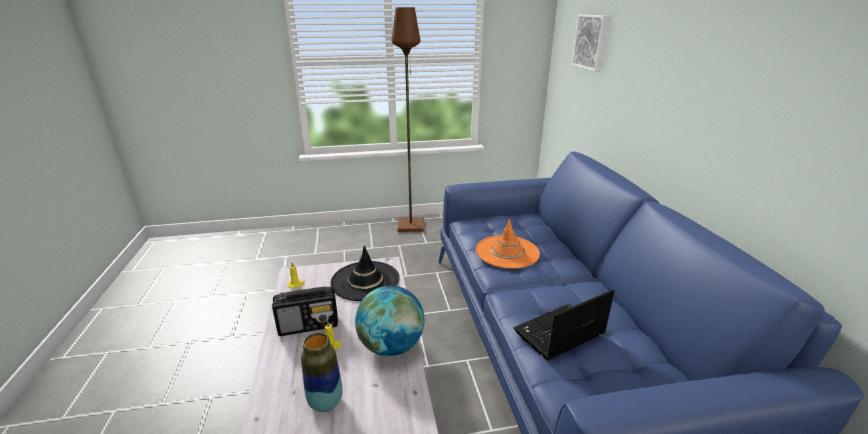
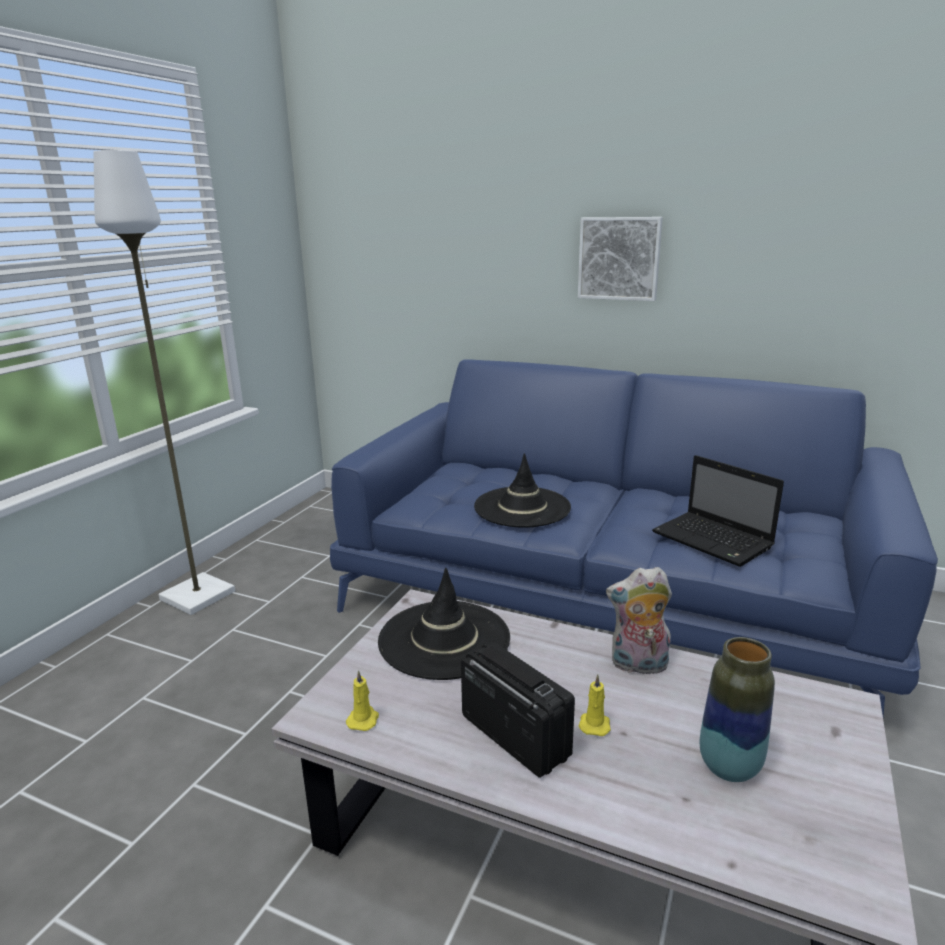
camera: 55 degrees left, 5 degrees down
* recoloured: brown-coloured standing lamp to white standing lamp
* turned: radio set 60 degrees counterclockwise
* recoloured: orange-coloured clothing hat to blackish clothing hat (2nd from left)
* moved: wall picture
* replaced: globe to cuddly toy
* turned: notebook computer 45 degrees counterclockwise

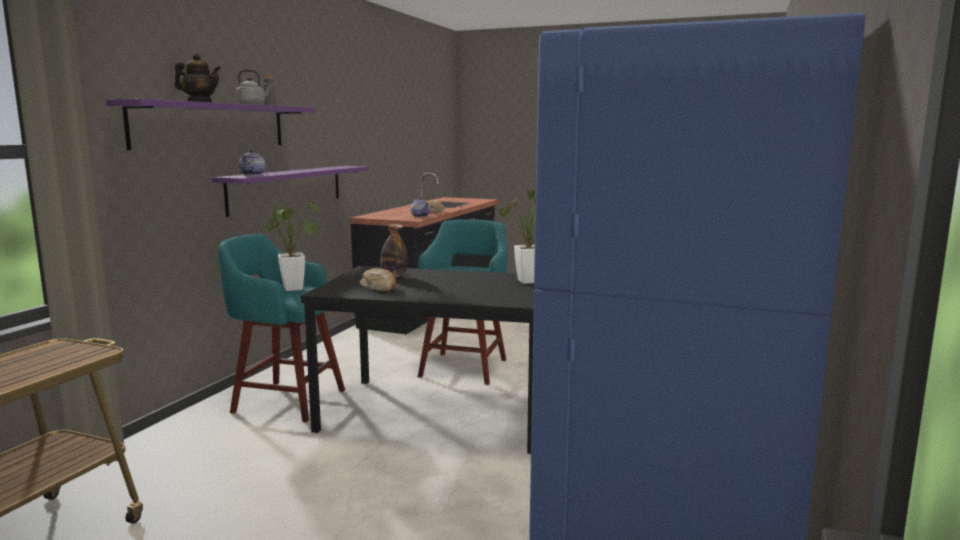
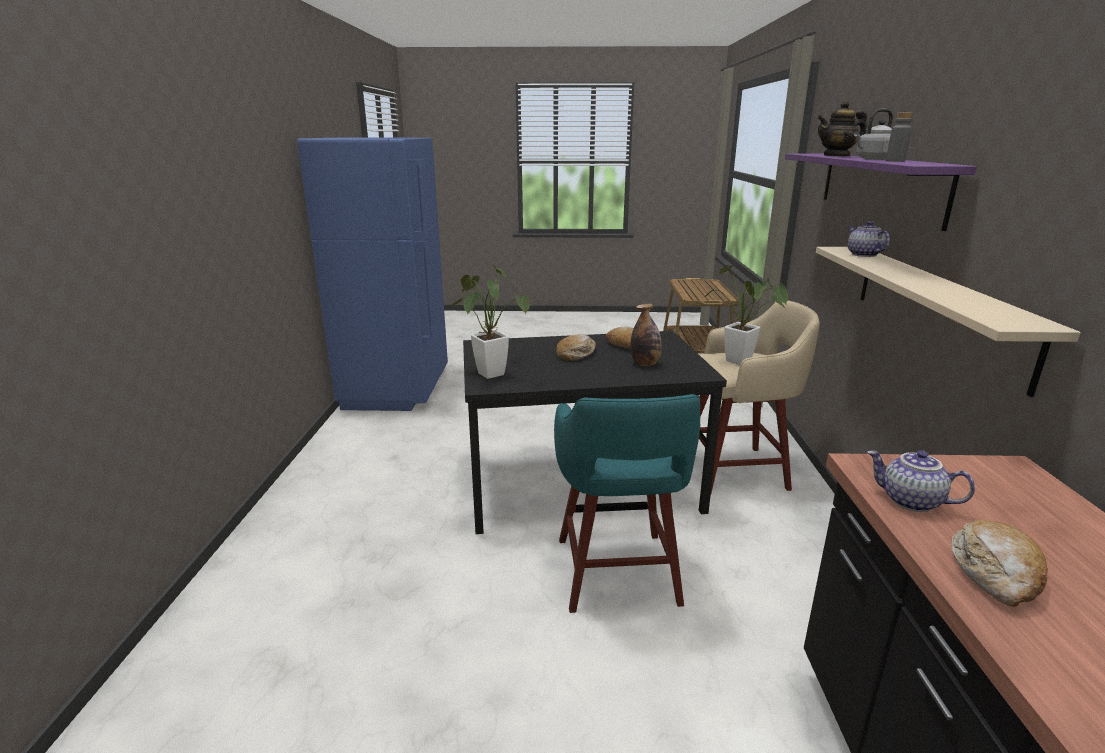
camera: 160 degrees right, 10 degrees up
* added: baked bread (1st from left)
* recoloured: turquoise stool (1st from left) to beige stool
* recoloured: purple-coloured bracket shelf (2nd from left) to beige bracket shelf

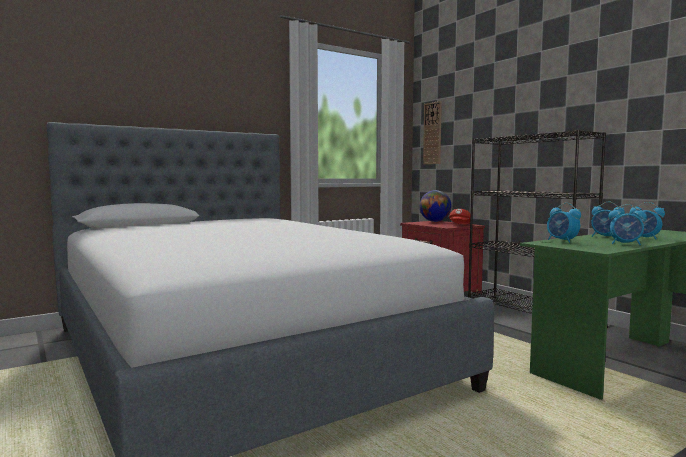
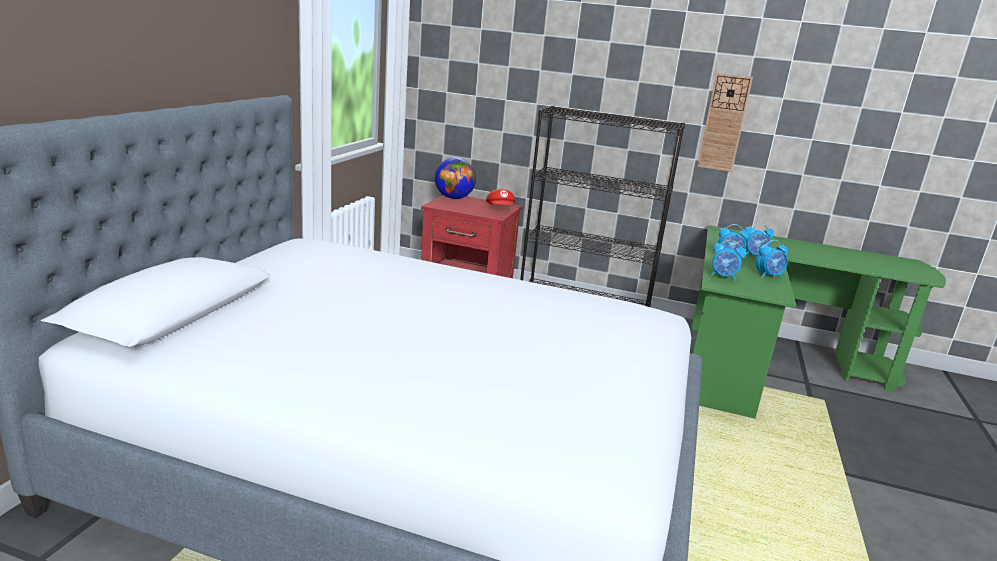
camera: 40 degrees left, 15 degrees up
* moved: hanging clock

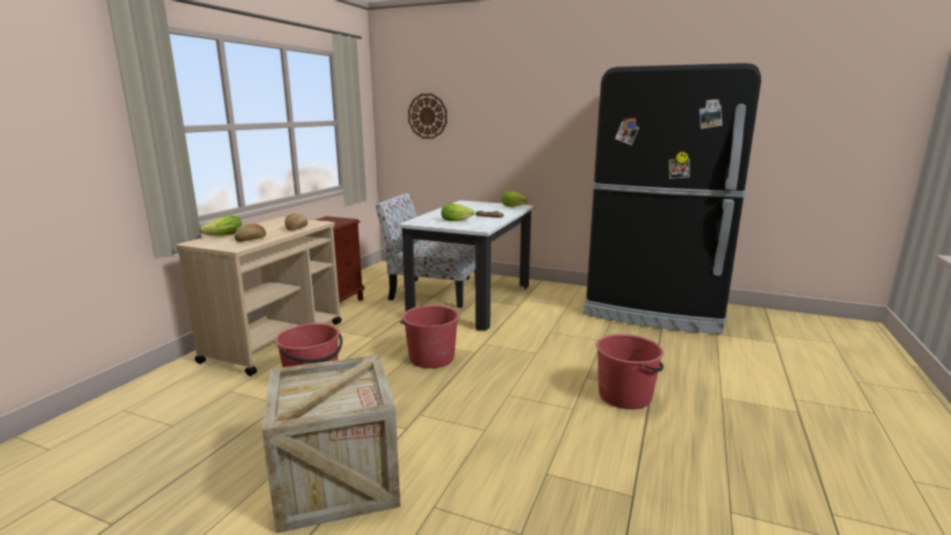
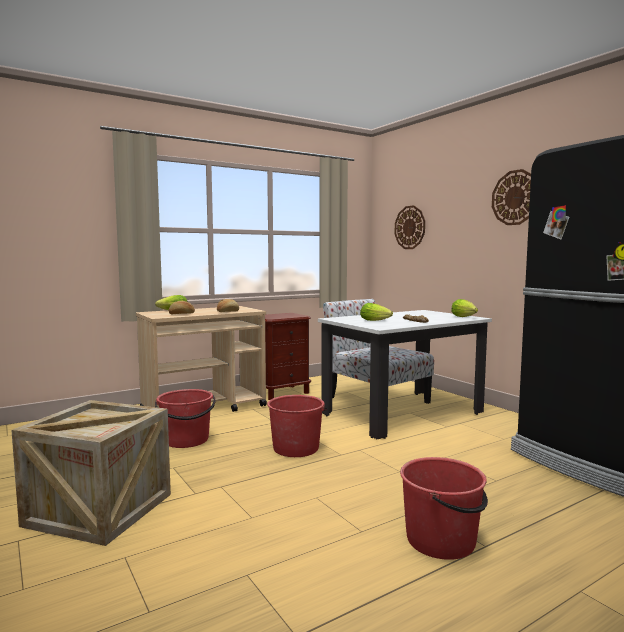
camera: 35 degrees right, 10 degrees down
* added: hanging clock (2nd from left)

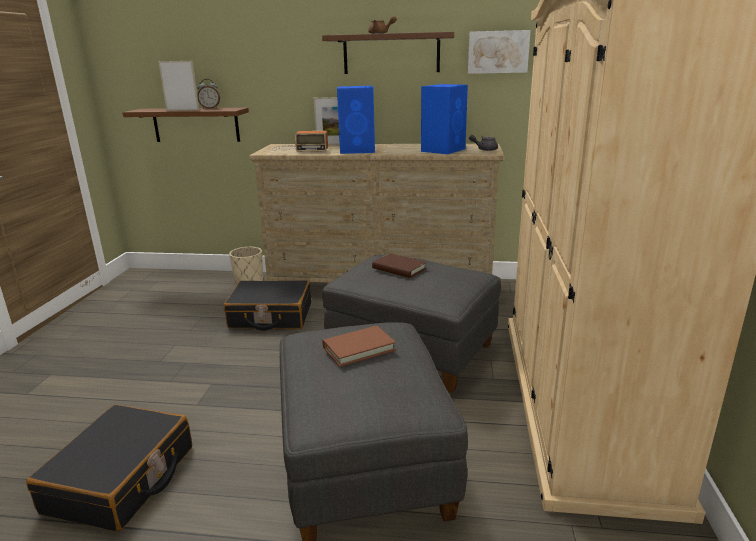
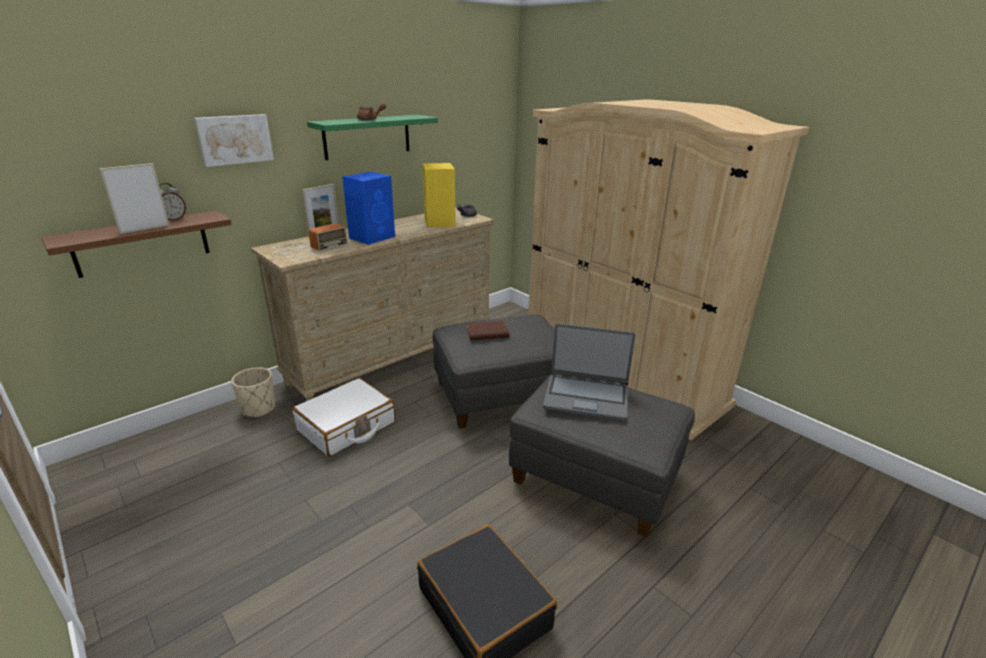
camera: 50 degrees left, 5 degrees up
* moved: wall picture
* recoloured: blackish piece of luggage (2nd from left) to white piece of luggage
* recoloured: brown-coloured bracket shelf (2nd from left) to green bracket shelf
* recoloured: blue-coloured speaker (2nd from left) to yellowish speaker
* replaced: brown-coloured volume (1st from left) to notebook computer

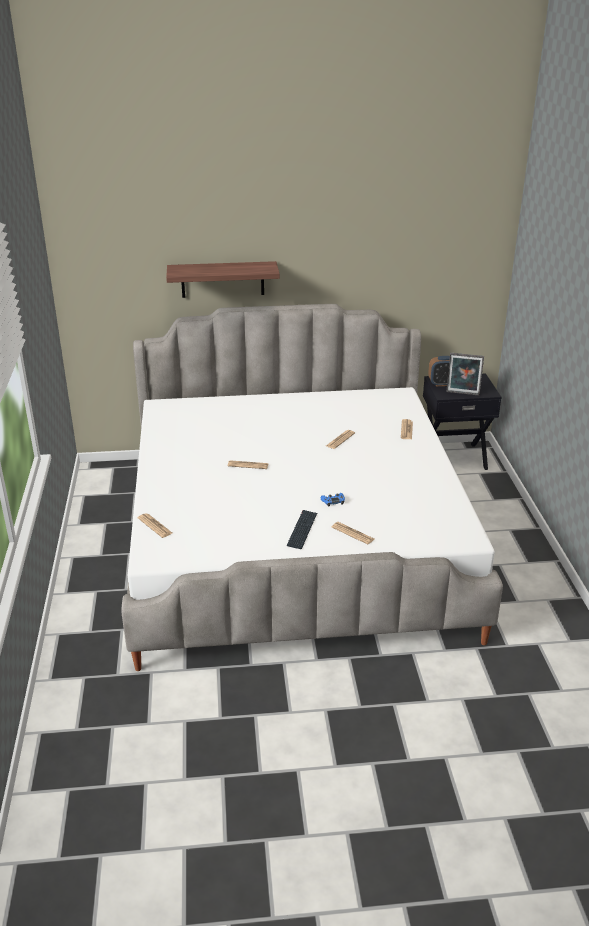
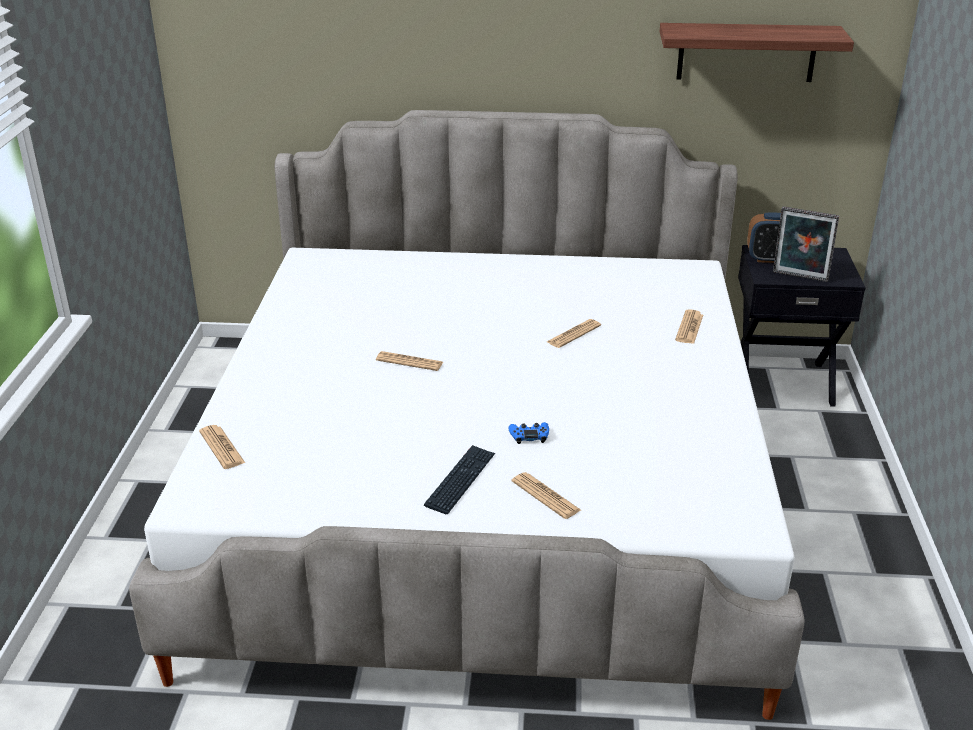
camera: 10 degrees right, 0 degrees up
* moved: bracket shelf

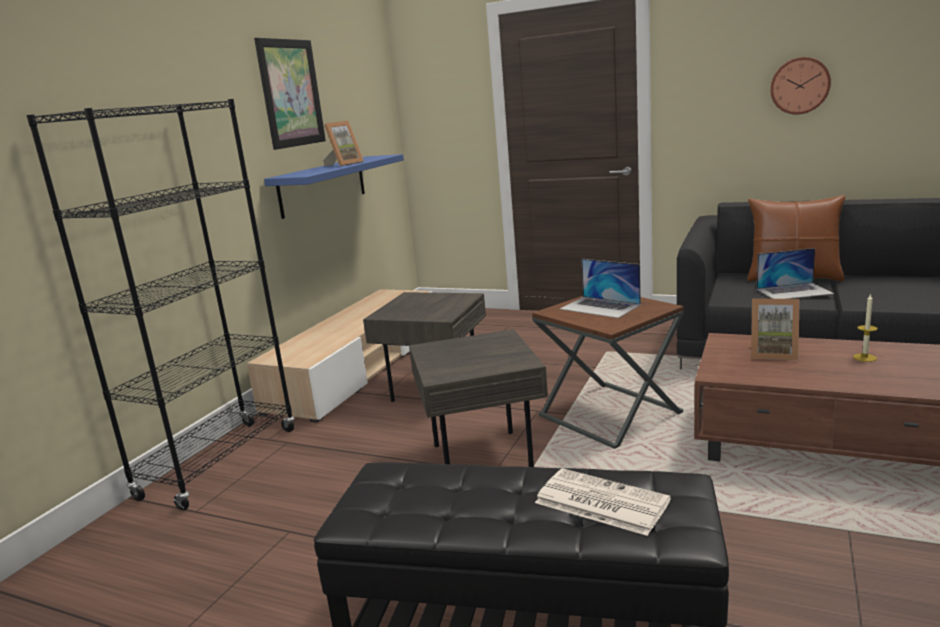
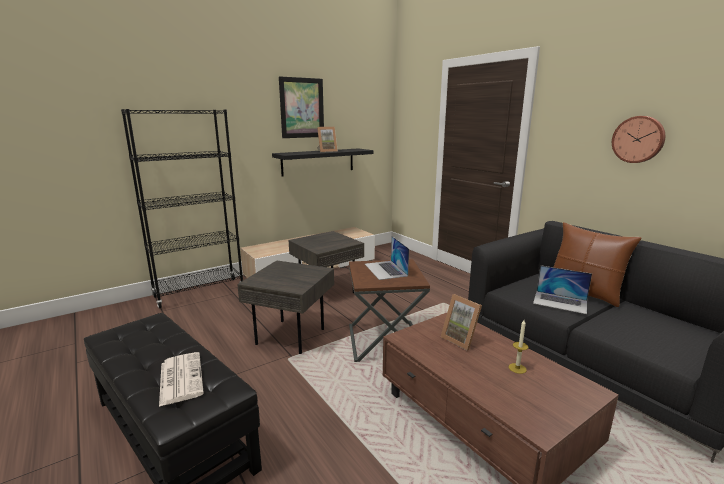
camera: 30 degrees right, 0 degrees up
* recoloured: blue-coloured bracket shelf to blackish bracket shelf

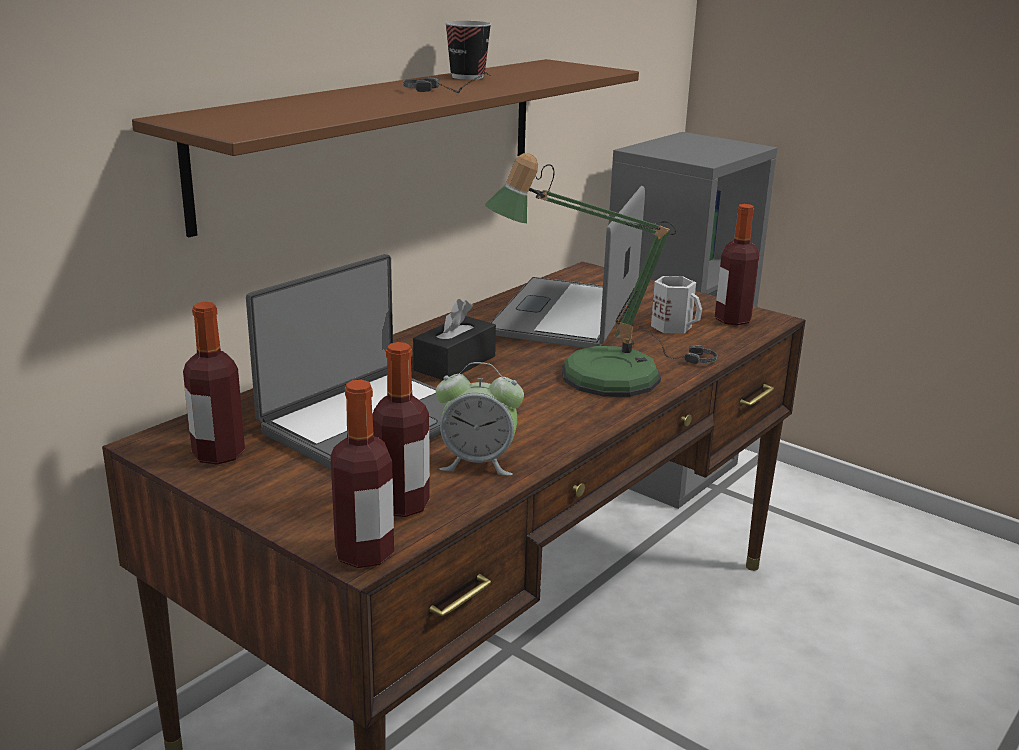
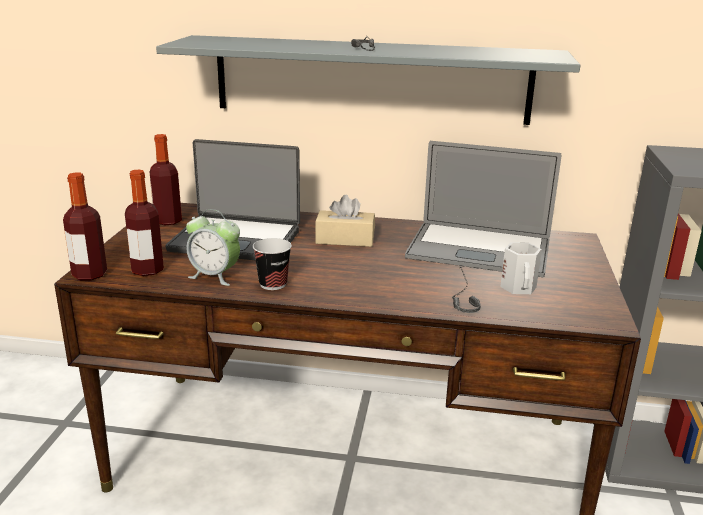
camera: 60 degrees right, 0 degrees up
* recoloured: brown-coloured bracket shelf to gray bracket shelf
* turned: bedside clock 45 degrees counterclockwise
* moved: cup
* recoloured: blackish box of tissues to beige box of tissues
* turned: notebook computer (2nd from left) 150 degrees counterclockwise
* removed: tabletop lamp
* removed: bottle (4th from left)

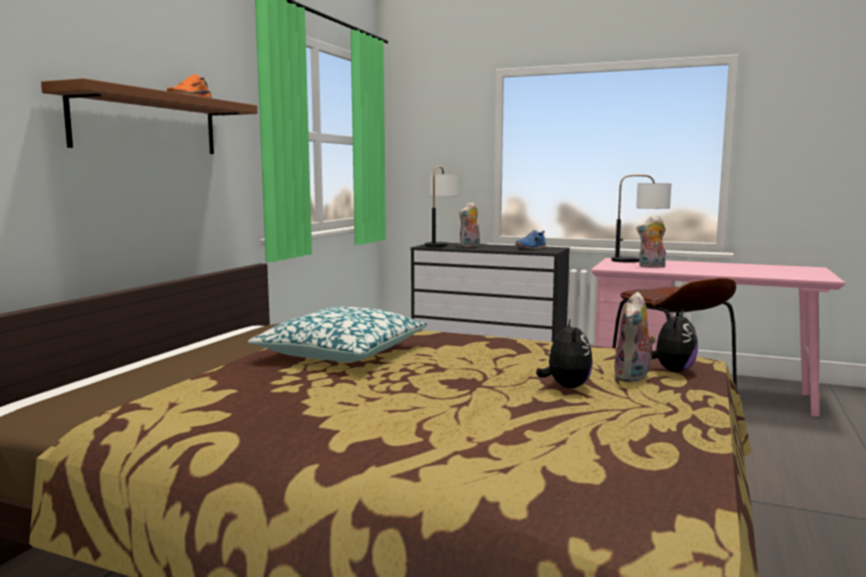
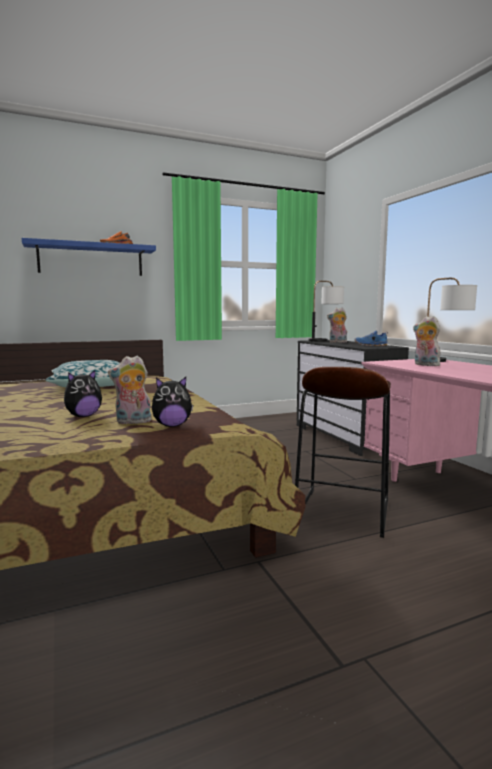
camera: 45 degrees right, 0 degrees up
* recoloured: brown-coloured bracket shelf to blue-coloured bracket shelf

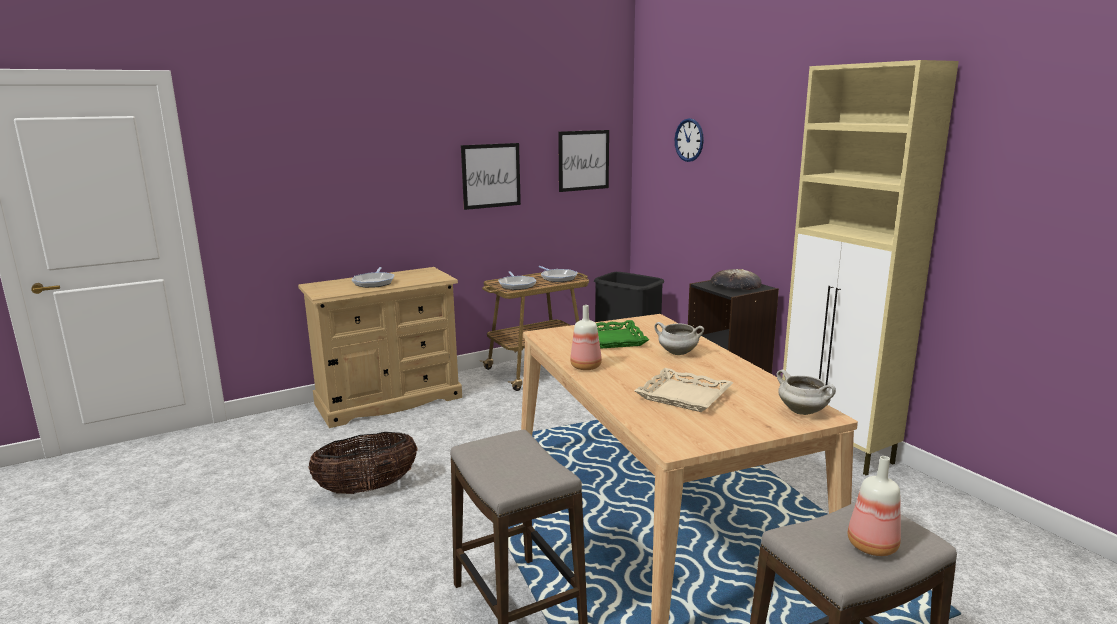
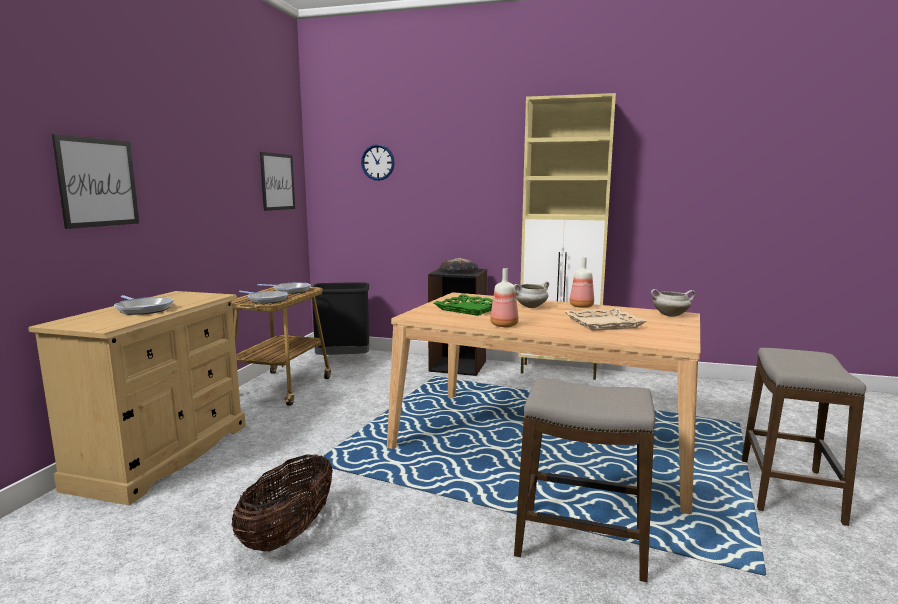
camera: 45 degrees left, 5 degrees down
* moved: wall picture (1st from left)
* moved: bottle (2nd from left)

